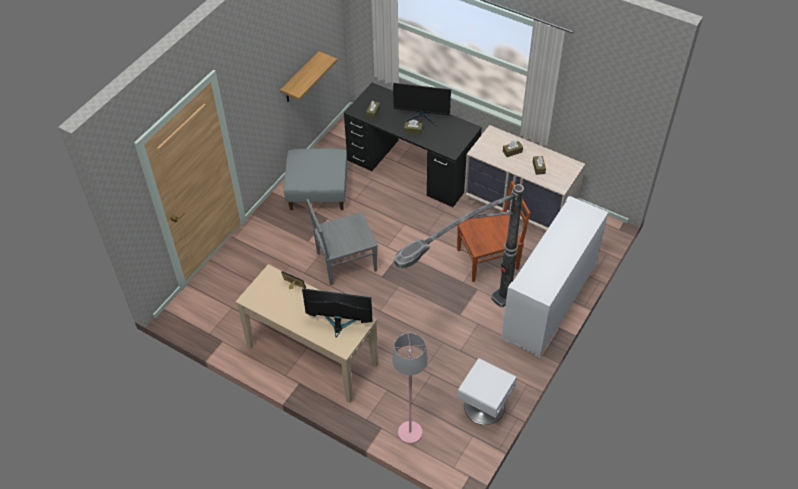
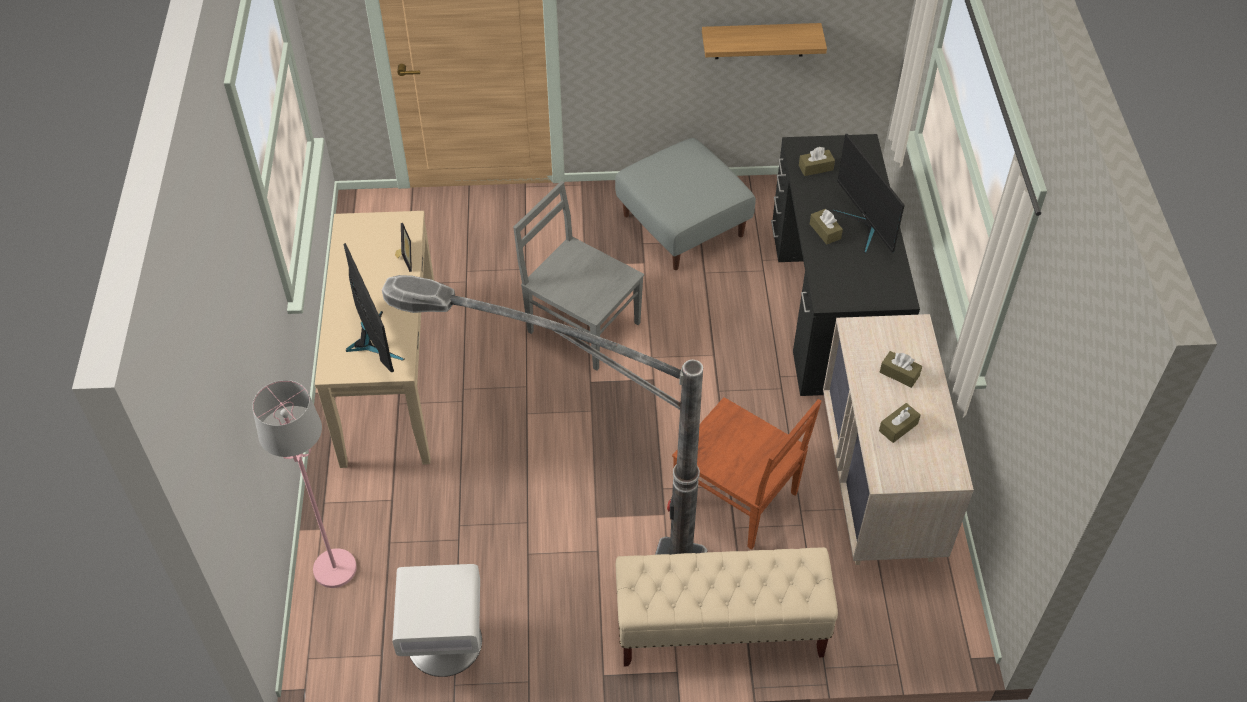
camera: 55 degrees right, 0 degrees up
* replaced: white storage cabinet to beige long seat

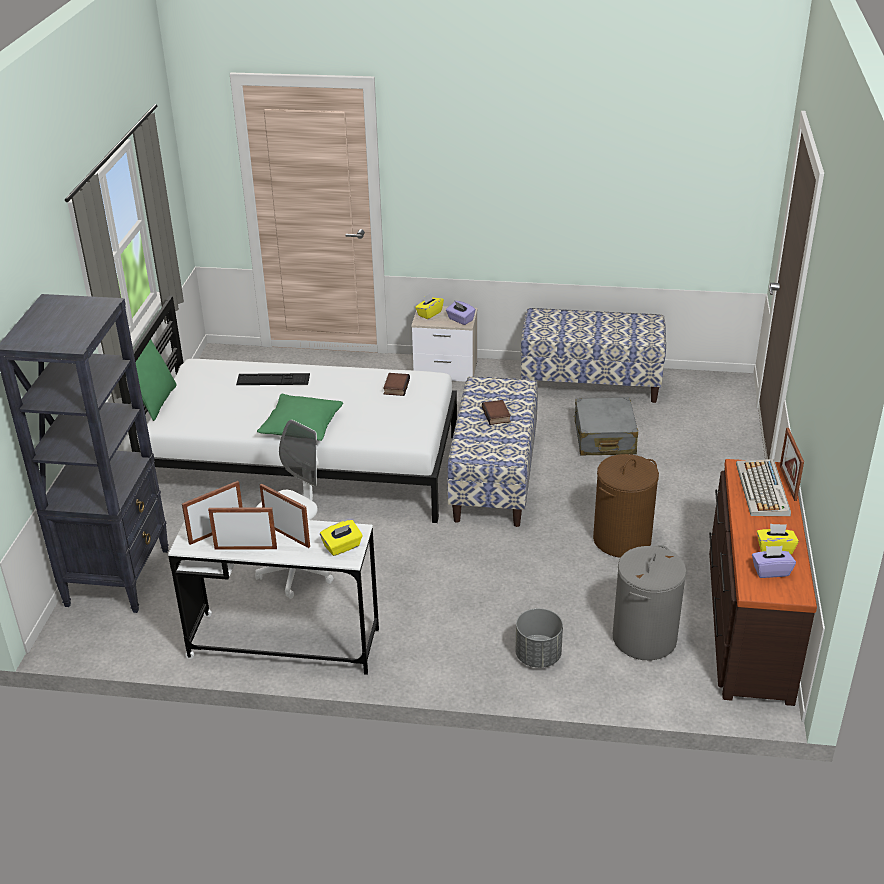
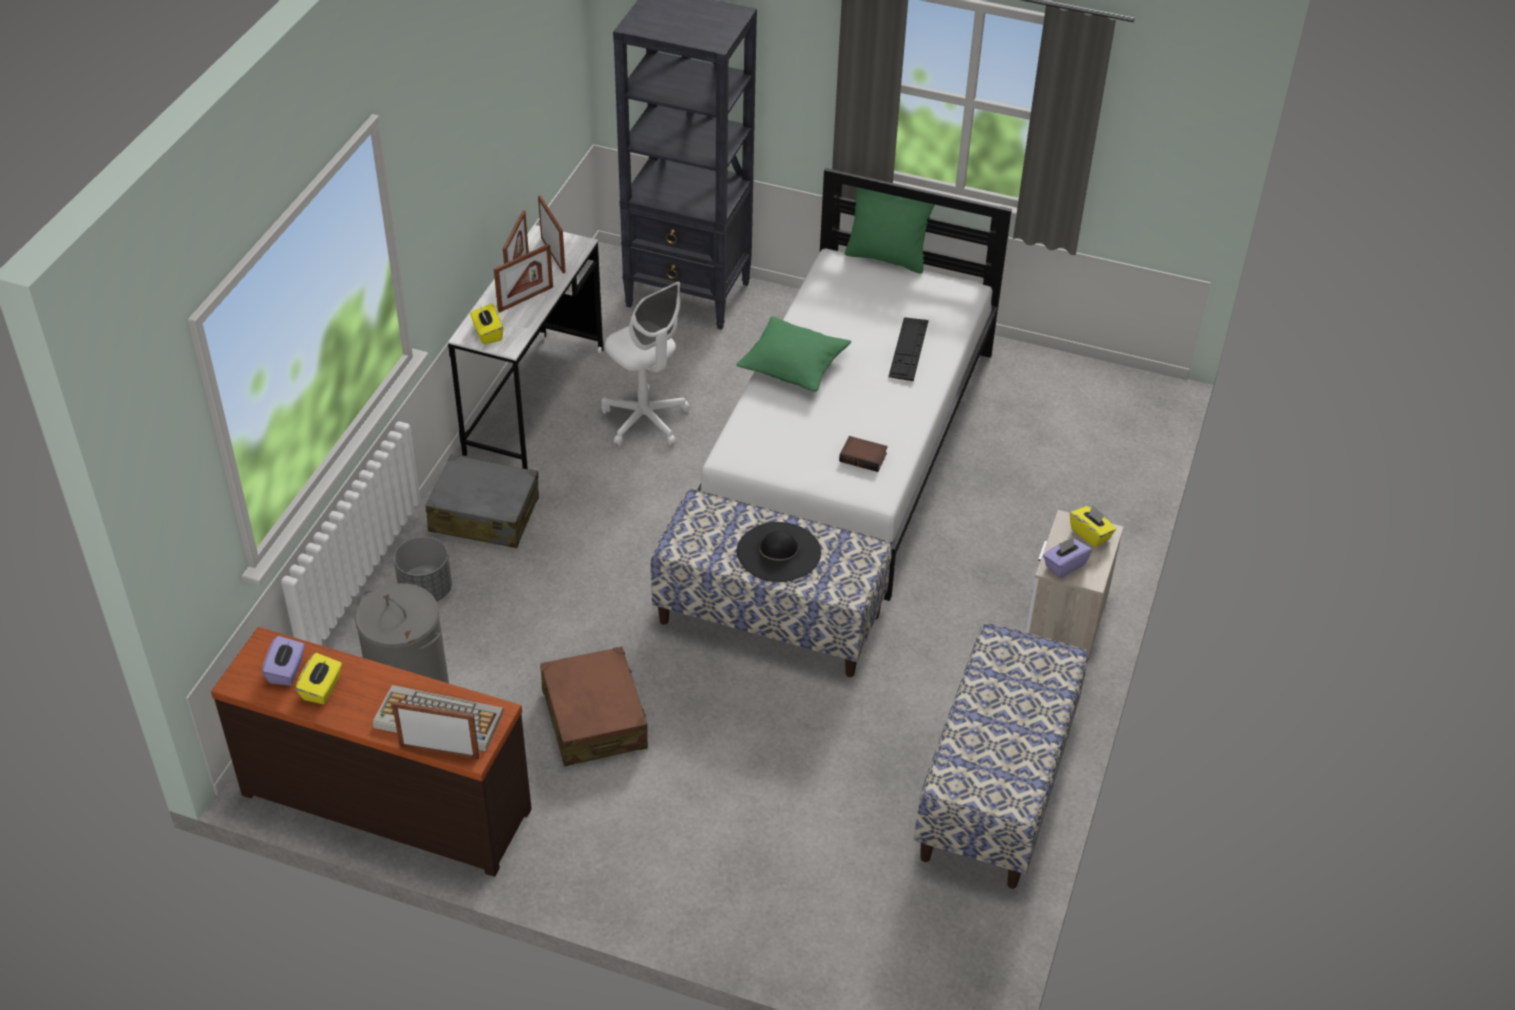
camera: 100 degrees right, 10 degrees up
* moved: gray piece of luggage
* replaced: brown-coloured hamper to brown-coloured piece of luggage
* replaced: volume (2nd from left) to blackish clothing hat

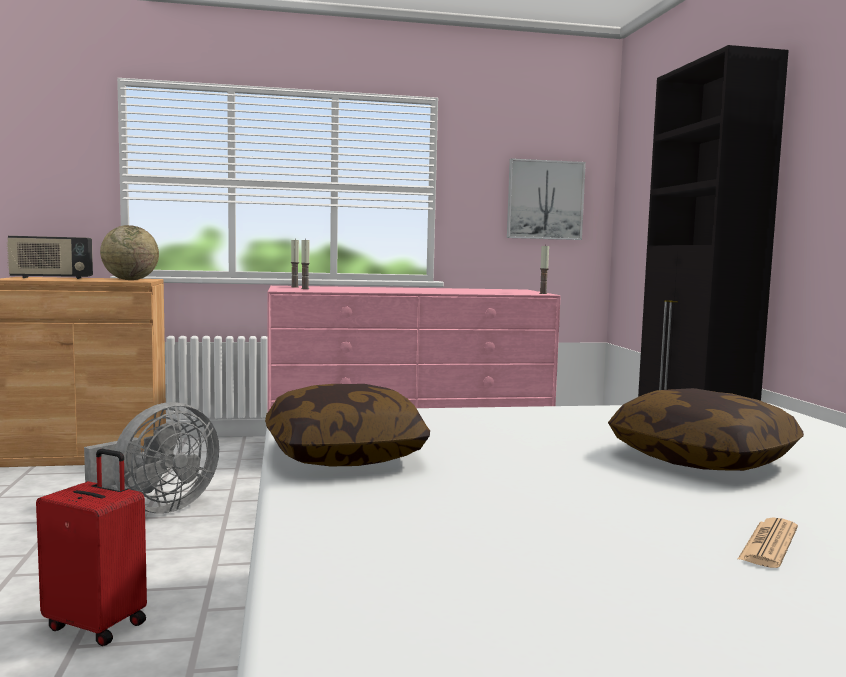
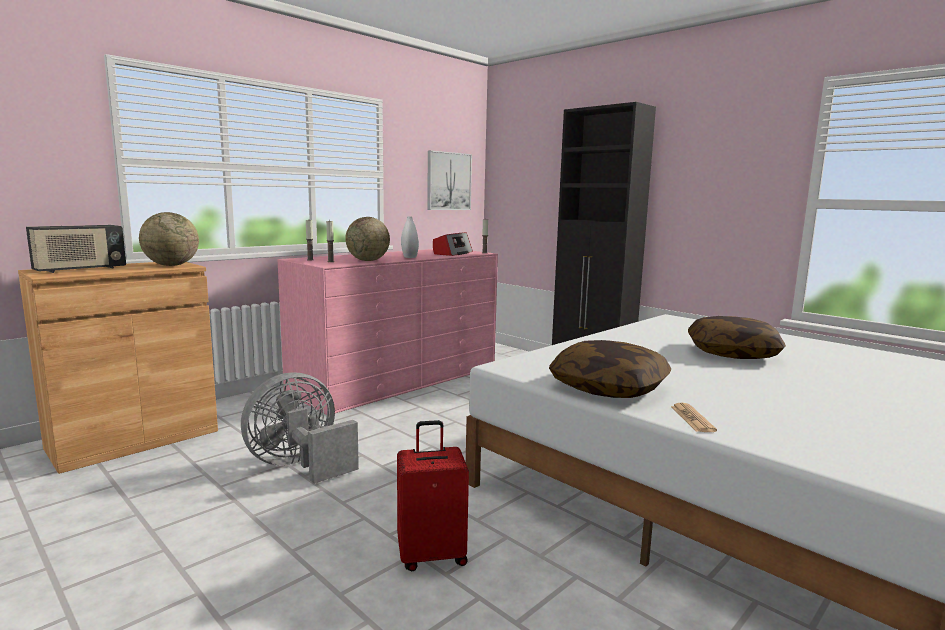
camera: 35 degrees left, 5 degrees up
* turned: gray cooling fan 135 degrees counterclockwise
* added: globe (2nd from left)
* added: white flower vase
* added: radio set (2nd from left)
* moved: printed paper

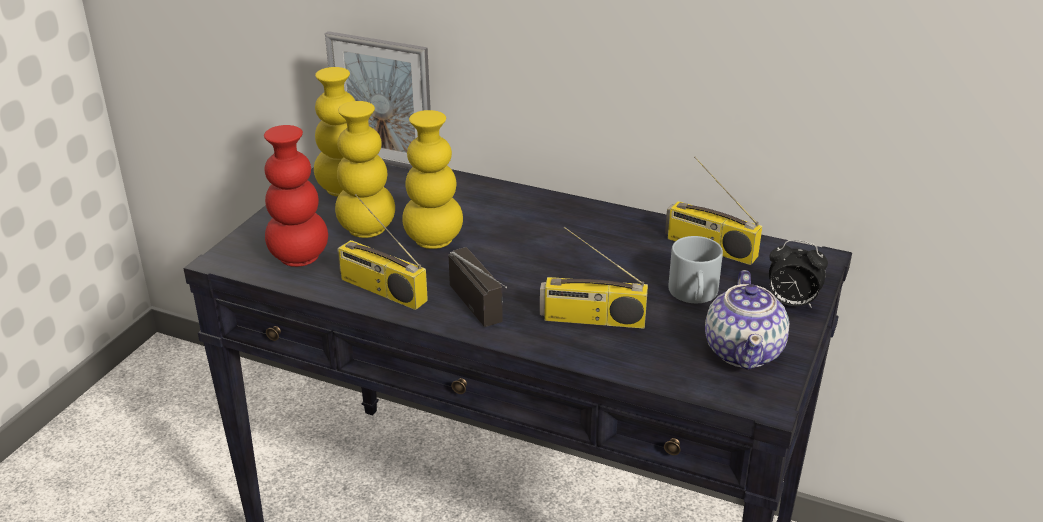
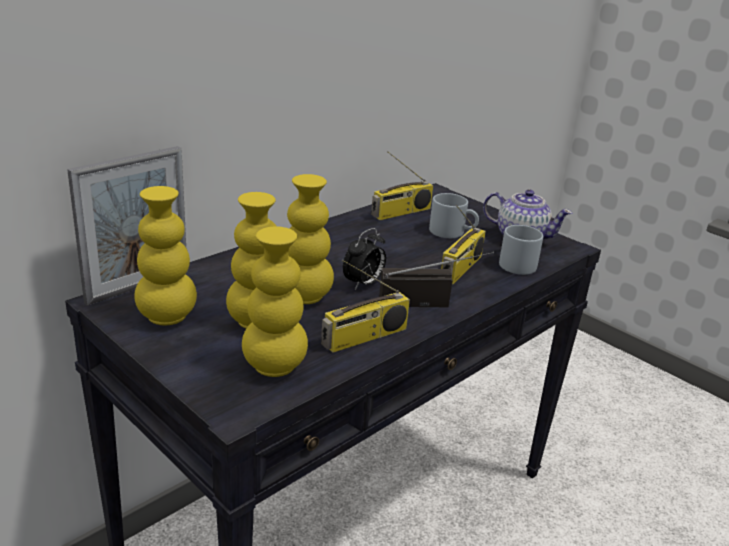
camera: 70 degrees left, 5 degrees down
* recoloured: red-coloured flower vase to yellowish flower vase (3rd from left)
* moved: bedside clock
* added: gray tea mug (2nd from left)

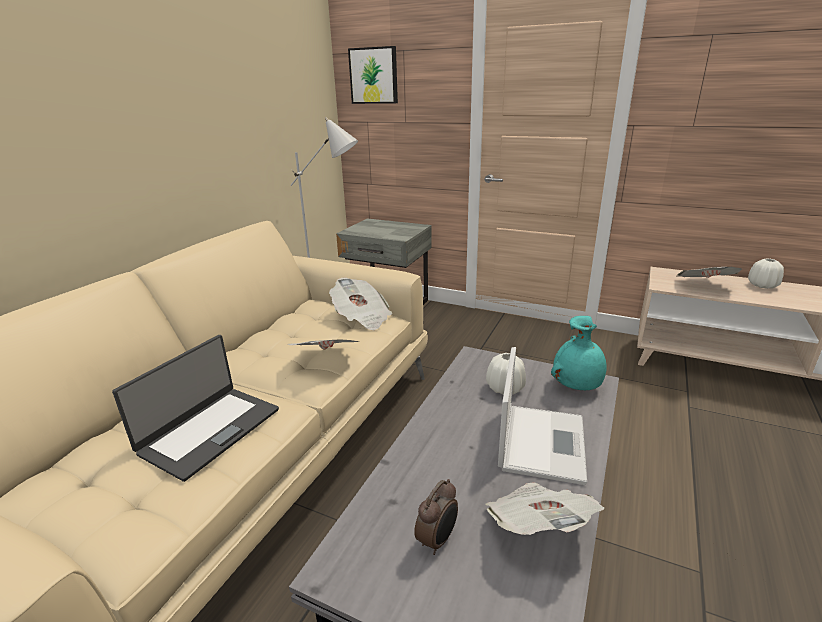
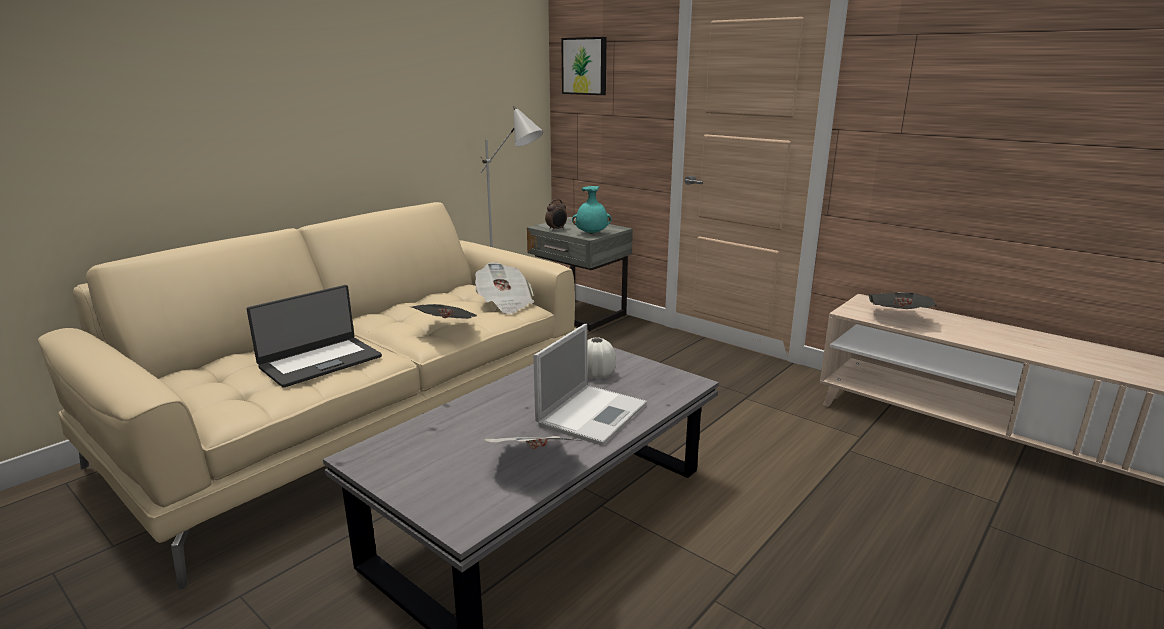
camera: 15 degrees right, 5 degrees down
* moved: bedside clock
* moved: turquoise flower vase
* removed: white flower vase (2nd from left)

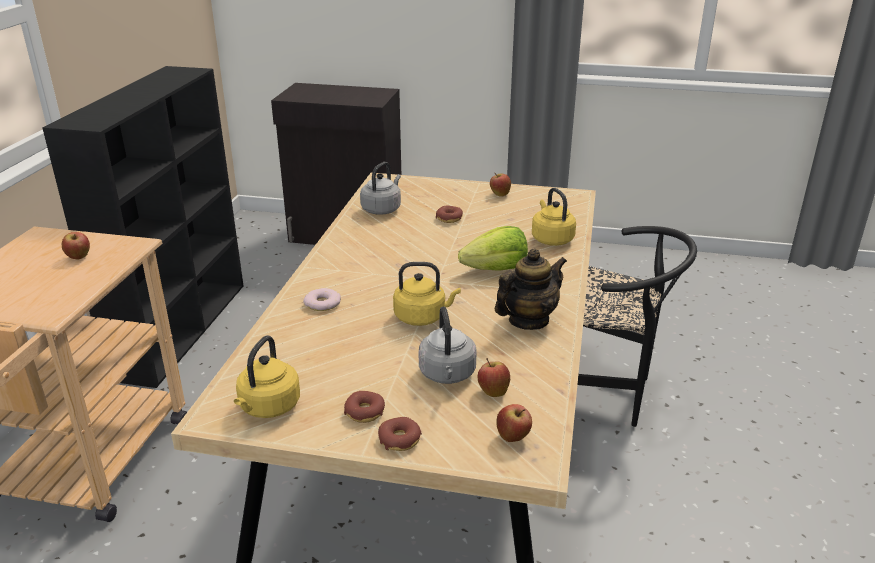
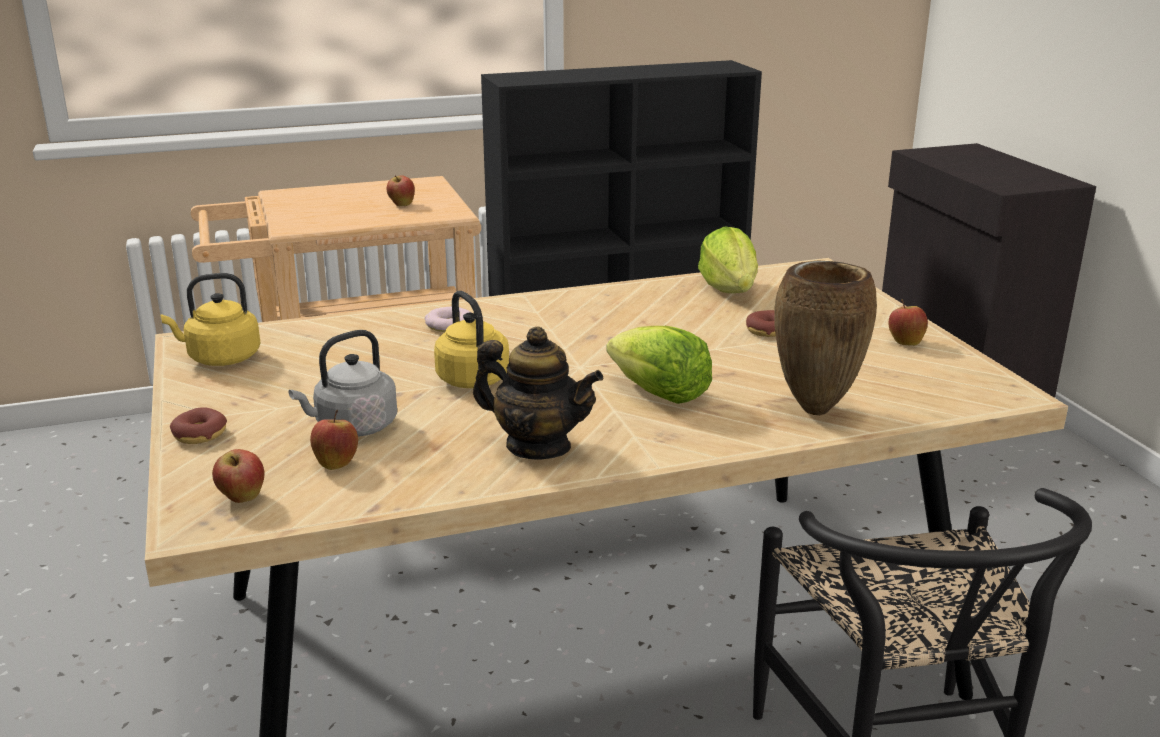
camera: 60 degrees right, 5 degrees down
* replaced: gray tea kettle (1st from left) to lettuce head (2nd from left)
* replaced: yellowish tea kettle (3rd from left) to brown-coloured flower vase
* removed: donut (2nd from left)

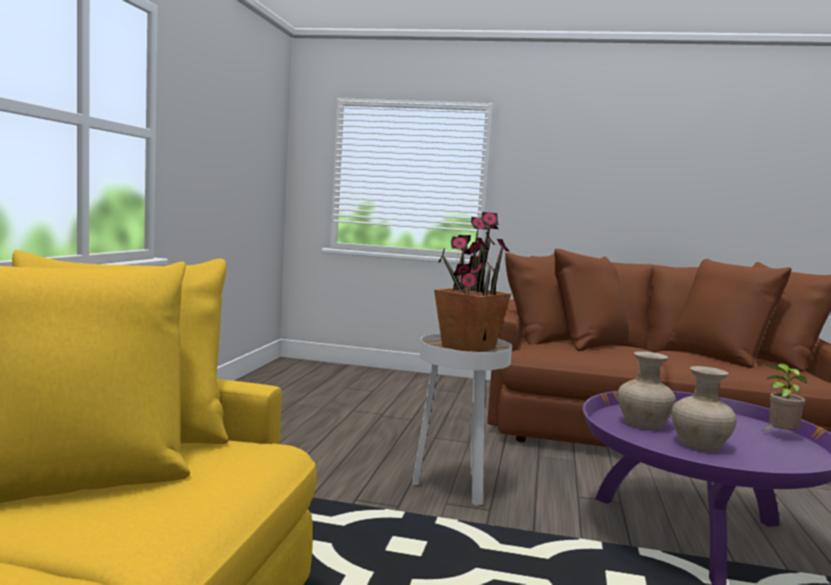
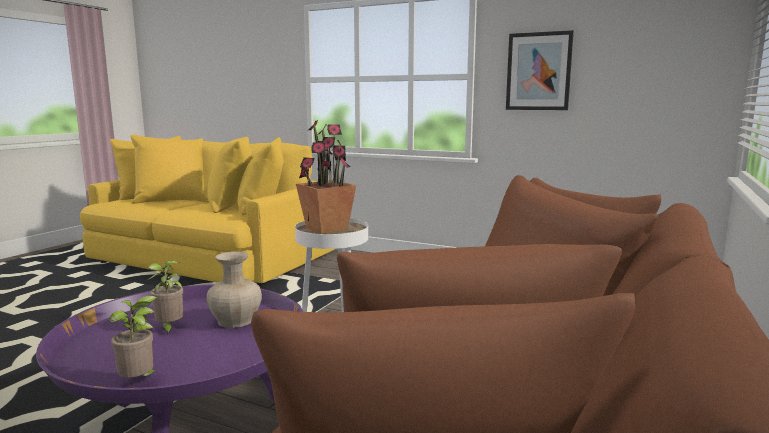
camera: 105 degrees right, 5 degrees up
* replaced: beige flower vase (2nd from left) to plant in a pot (2nd from left)
* added: wall picture

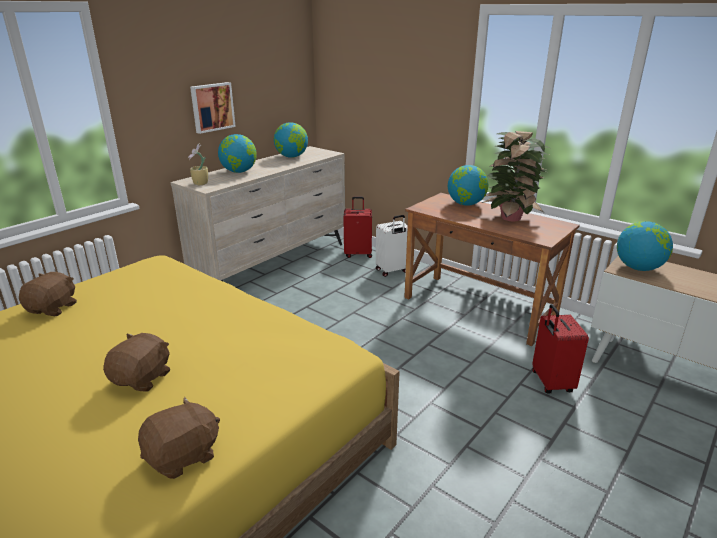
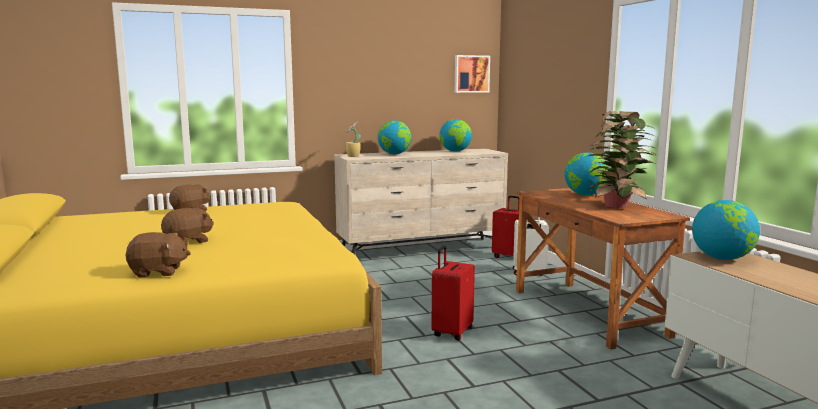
camera: 30 degrees right, 15 degrees down
* moved: red-coloured piece of luggage (2nd from left in the first image) to red-coloured piece of luggage (1st from left)
* moved: wall picture

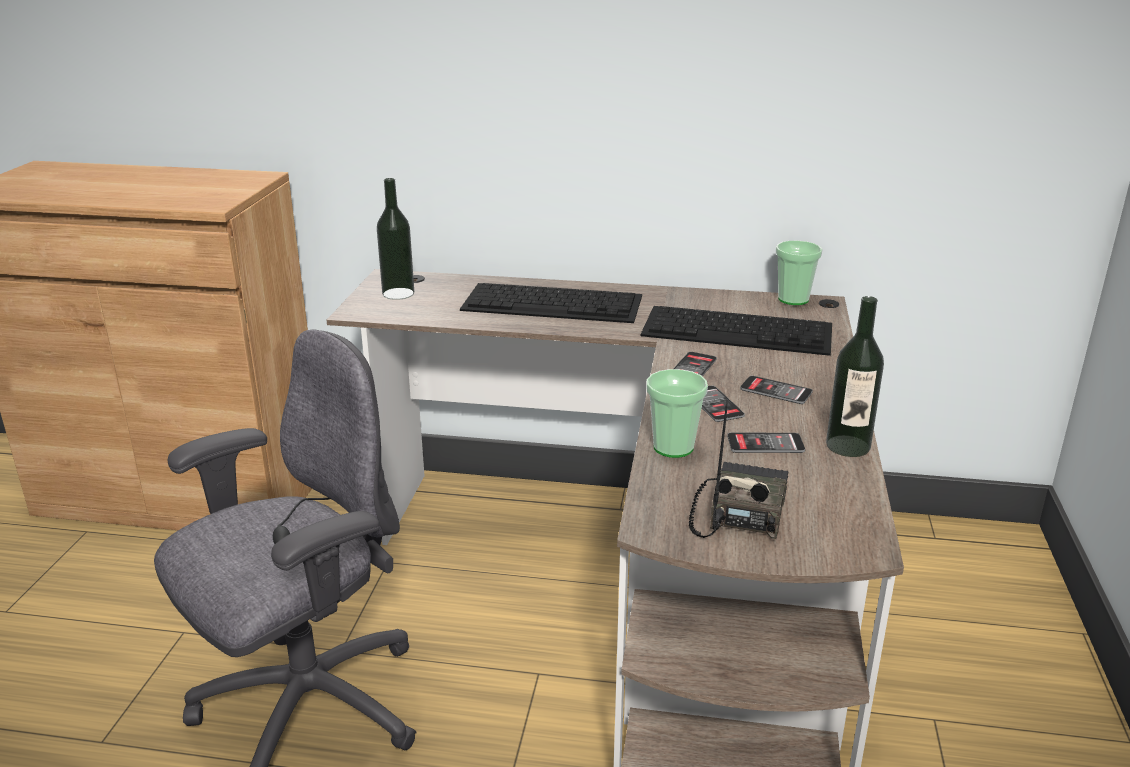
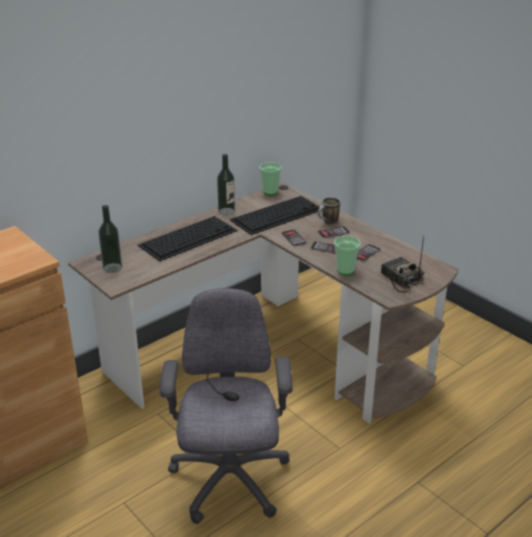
camera: 50 degrees left, 5 degrees up
* moved: bottle (2nd from left)
* added: tea mug

